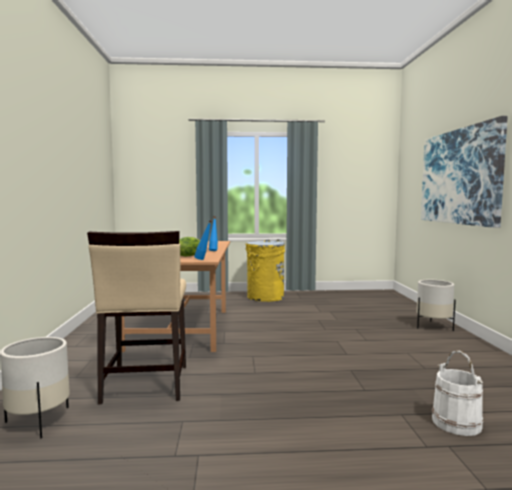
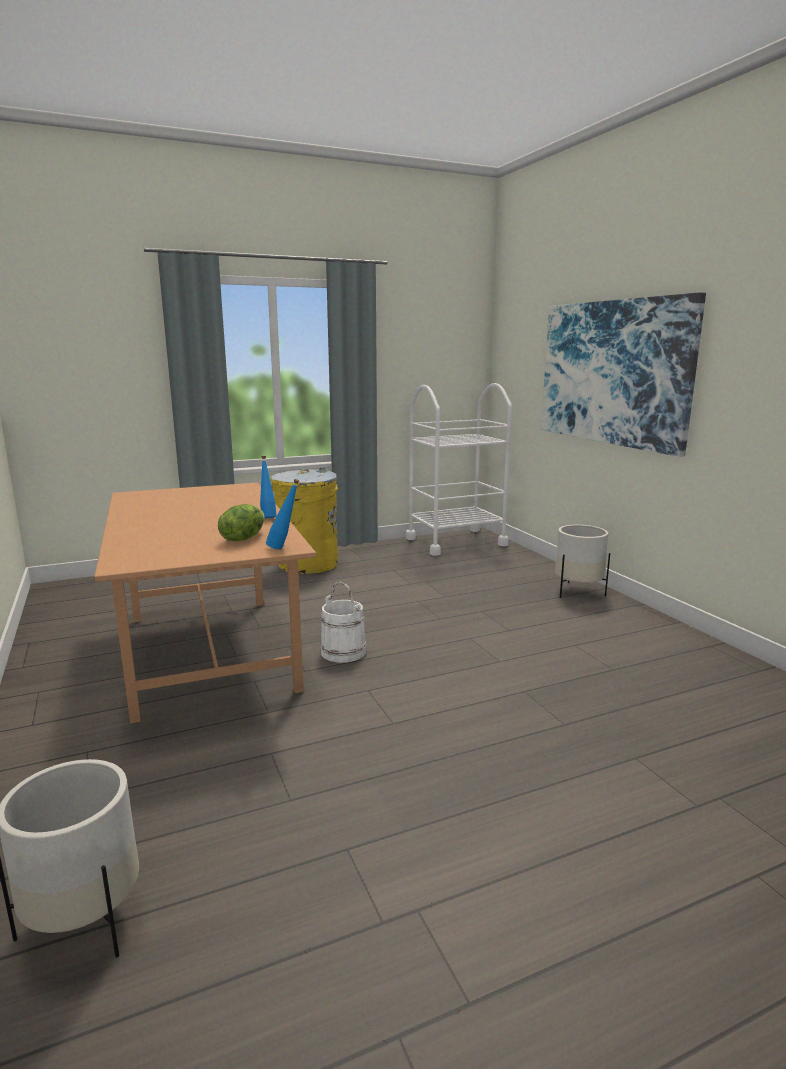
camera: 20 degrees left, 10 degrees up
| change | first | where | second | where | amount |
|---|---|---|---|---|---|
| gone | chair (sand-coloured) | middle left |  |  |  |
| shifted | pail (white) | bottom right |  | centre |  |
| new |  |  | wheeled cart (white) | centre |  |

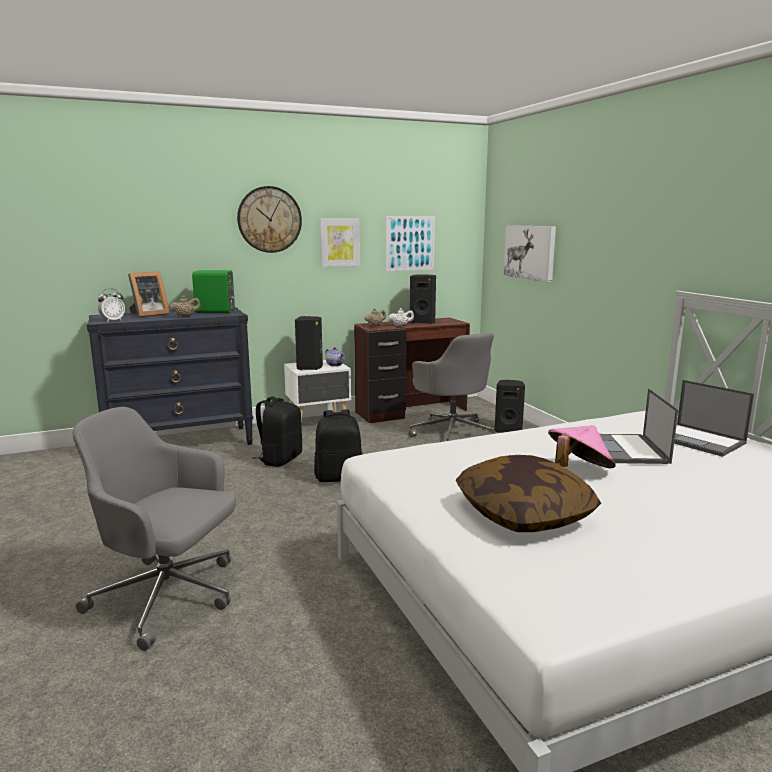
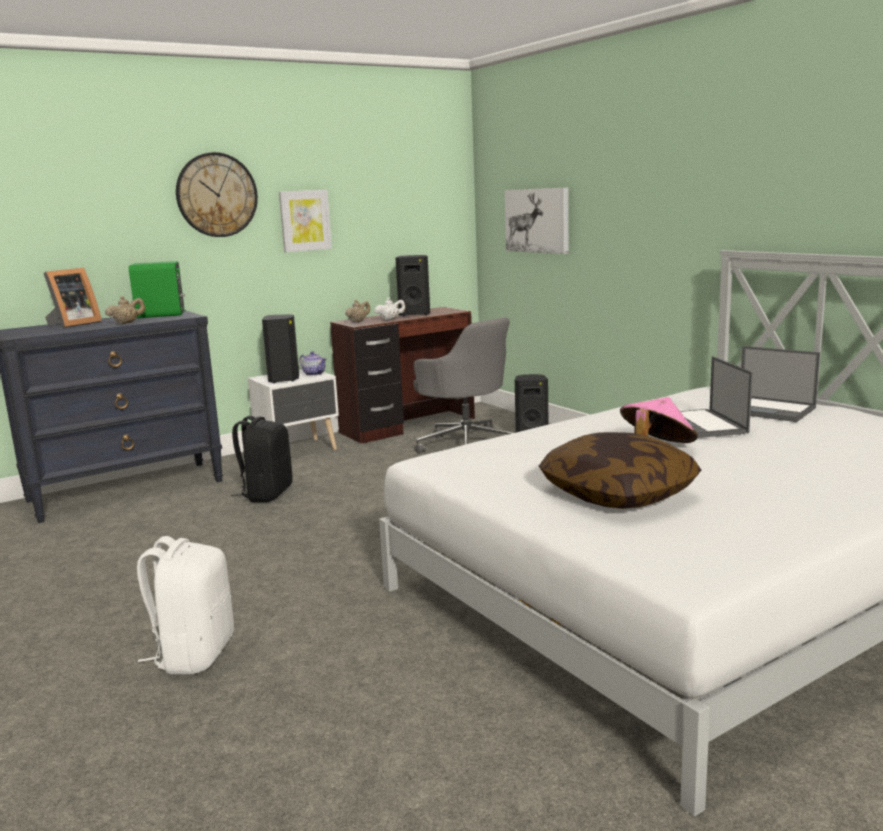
camera: 10 degrees left, 0 degrees up
| change | first | where | second | where | amount |
|---|---|---|---|---|---|
| gone | picture (no. 2 from left) | top centre |  |  |  |
| gone | table clock | middle left |  |  |  |
| swapped | desk chair (greyish) (no. 1 from left) | bottom left | rucksack (white) | bottom left |  |
| gone | rucksack (black) (no. 2 from left) | centre |  |  |  |

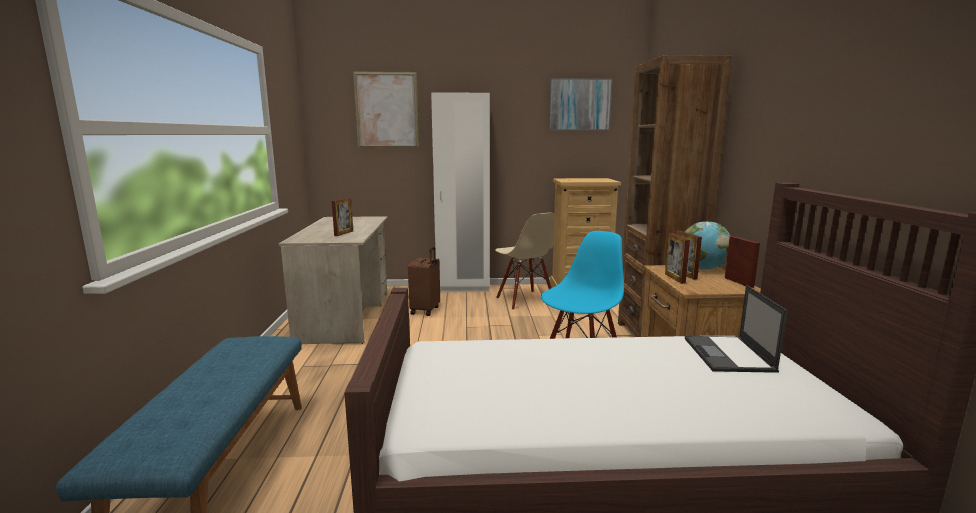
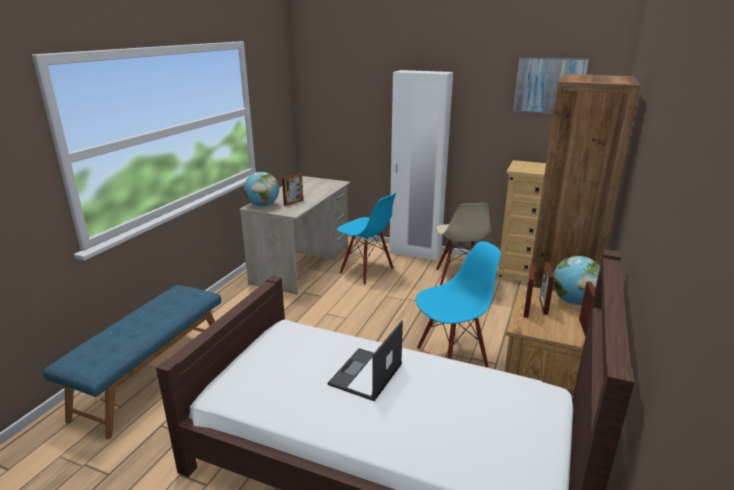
camera: 25 degrees right, 10 degrees up
| change | first | where | second | where | amount |
|---|---|---|---|---|---|
| gone | picture (no. 1 from left) | top centre |  |  |  |
| swapped | suitcase (brownish) | centre | chair (blue) (no. 1 from left) | centre |  |
| shifted | laptop | middle right |  | bottom centre |  |
| new |  |  | world globe (no. 1 from left) | centre |  |

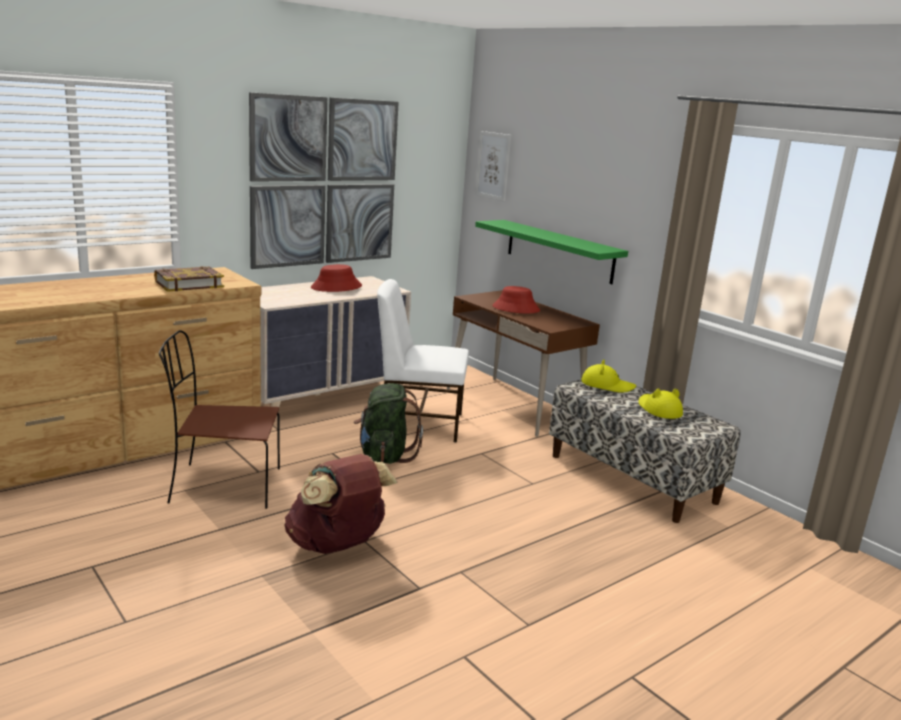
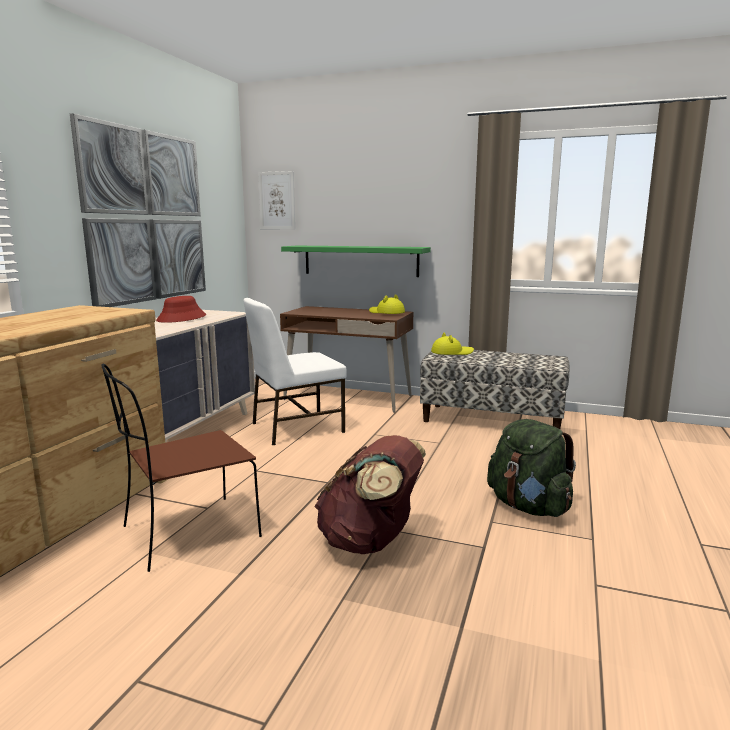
camera: 30 degrees left, 5 degrees down
| change | first | where | second | where | amount |
|---|---|---|---|---|---|
| gone | book | middle left |  |  |  |
| gone | wearable hat (red) (no. 2 from left) | centre |  |  |  |
| shifted | rucksack (green-coloured) | centre |  | middle right |  |
| shifted | wearable hat (yellow) (no. 2 from left in the first image) | middle right | wearable hat (yellow) (no. 1 from left) | centre |  |

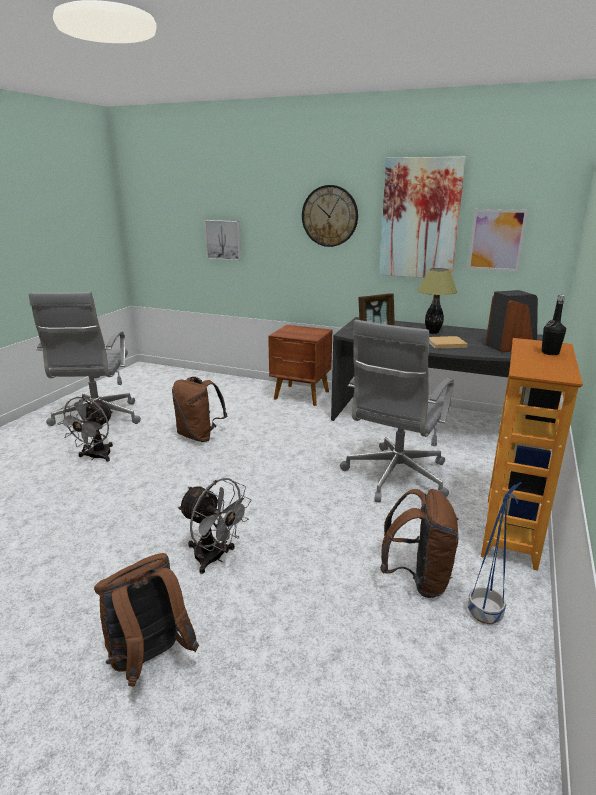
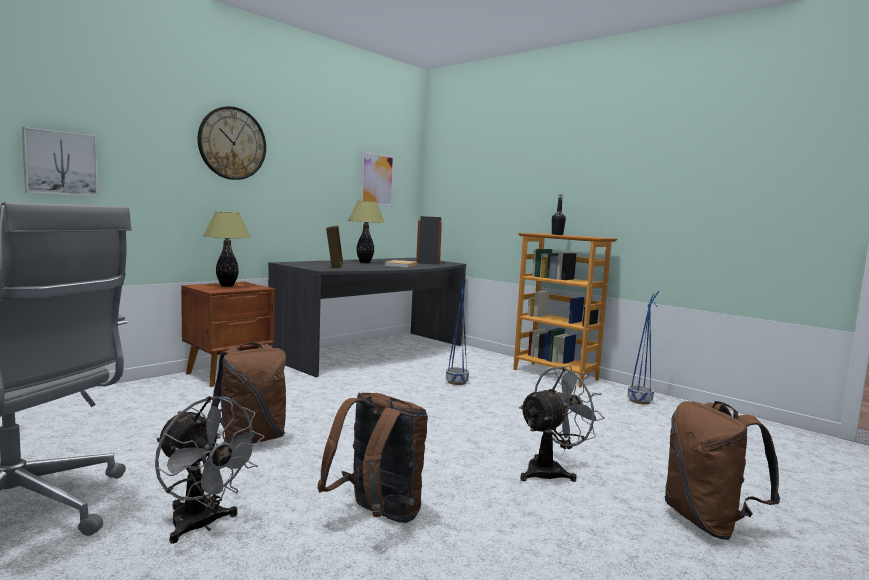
camera: 70 degrees left, 15 degrees down
| change | first | where | second | where | amount |
|---|---|---|---|---|---|
| gone | picture (no. 2 from left) | top right |  |  |  |
| swapped | desk chair (greyish) (no. 2 from left) | centre | planter (blue) (no. 1 from left) | centre |  |
| shifted | rucksack (brownish) (no. 3 from left in the first image) | bottom right | rucksack (brownish) (no. 2 from left) | bottom centre |  |
| new |  |  | lamp for a table (no. 1 from left) | middle left |  |

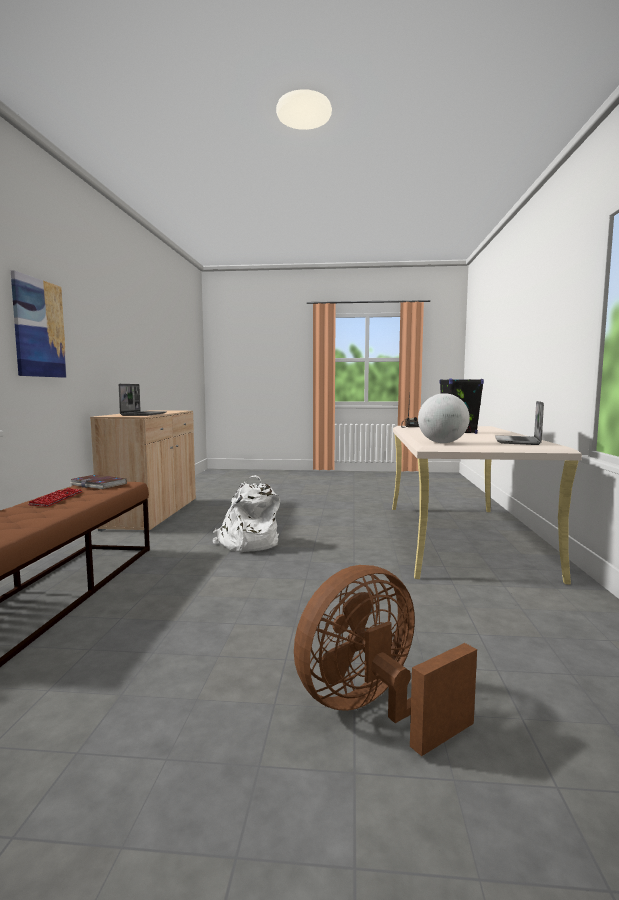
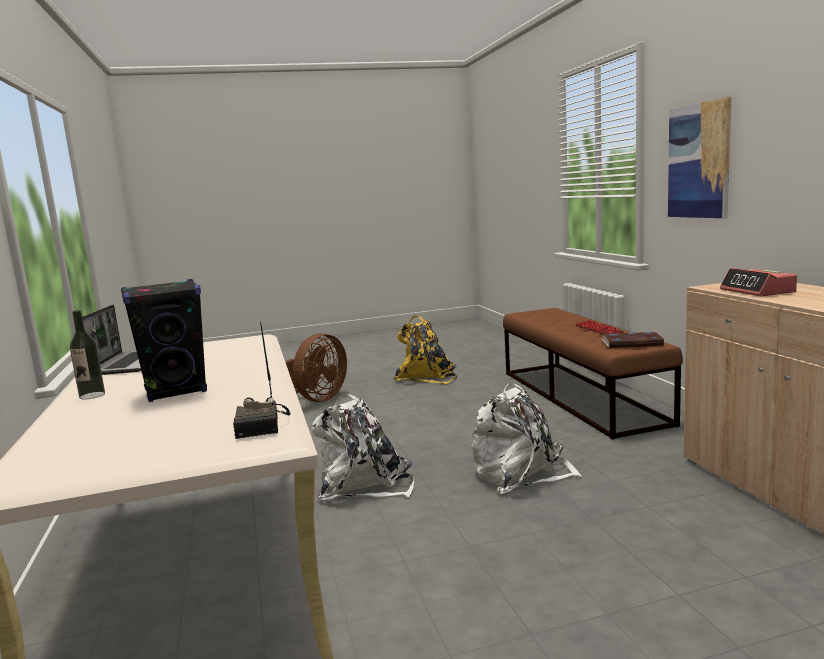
camera: 160 degrees right, 5 degrees up
| change | first | where | second | where | amount |
|---|---|---|---|---|---|
| swapped | laptop (no. 1 from left) | middle left | table clock | middle right |  |
| gone | world globe | middle right |  |  |  |
| new |  |  | bottle | middle left |  |
| new |  |  | rucksack (yellow) | centre |  |
| new |  |  | rucksack (white) (no. 1 from left) | bottom centre |  |

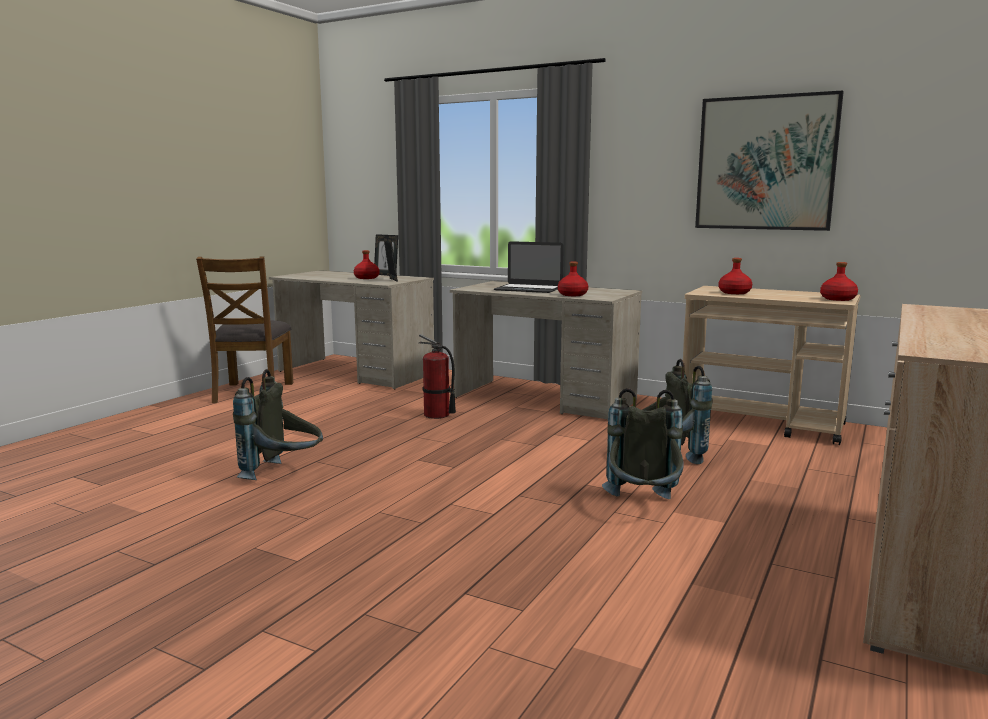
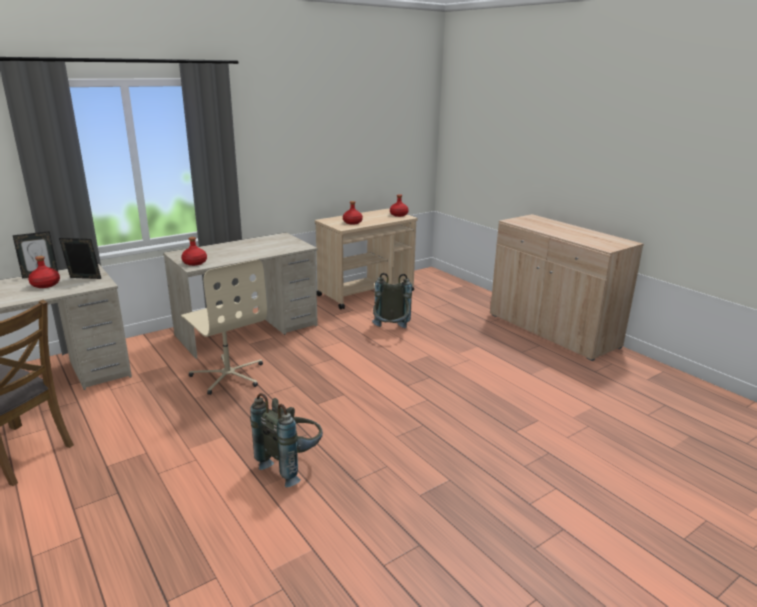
camera: 65 degrees left, 10 degrees up
| change | first | where | second | where | amount |
|---|---|---|---|---|---|
| gone | picture | top right |  |  |  |
| gone | laptop | centre |  |  |  |
| shifted | bottle (red) (no. 2 from left) | centre |  | middle left |  |
| swapped | fire extinguisher | centre | desk chair (sand-coloured) | middle left |  |
| gone | rucksack (greyish) (no. 2 from left) | centre |  |  |  |

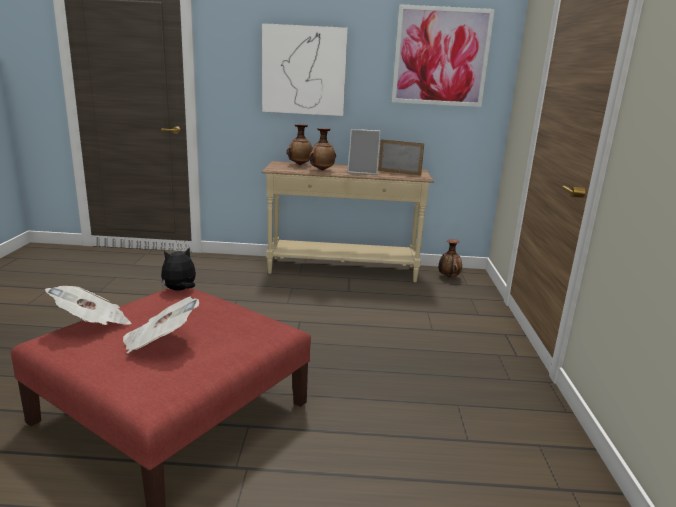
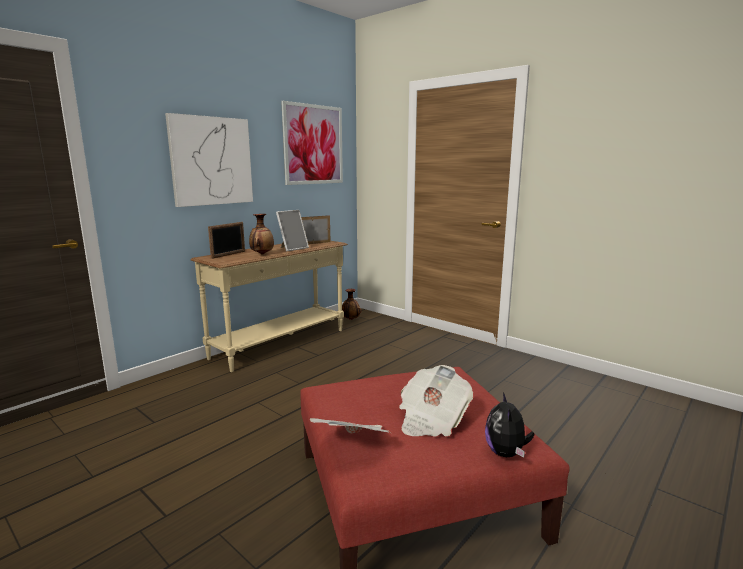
camera: 50 degrees left, 5 degrees down
| change | first | where | second | where | amount |
|---|---|---|---|---|---|
| swapped | vase (no. 1 from left) | top centre | standing frame (no. 1 from left) | middle left |  |
| shifted | plush toy | middle left |  | bottom right |  |

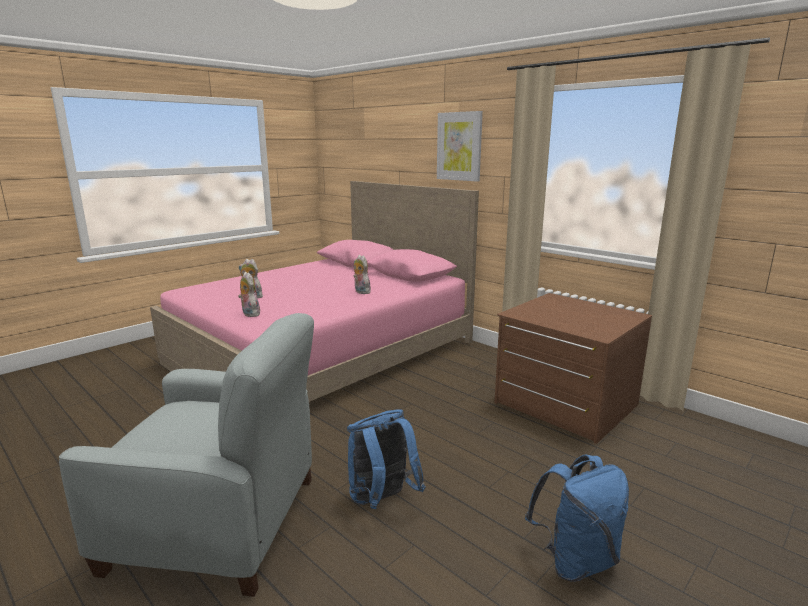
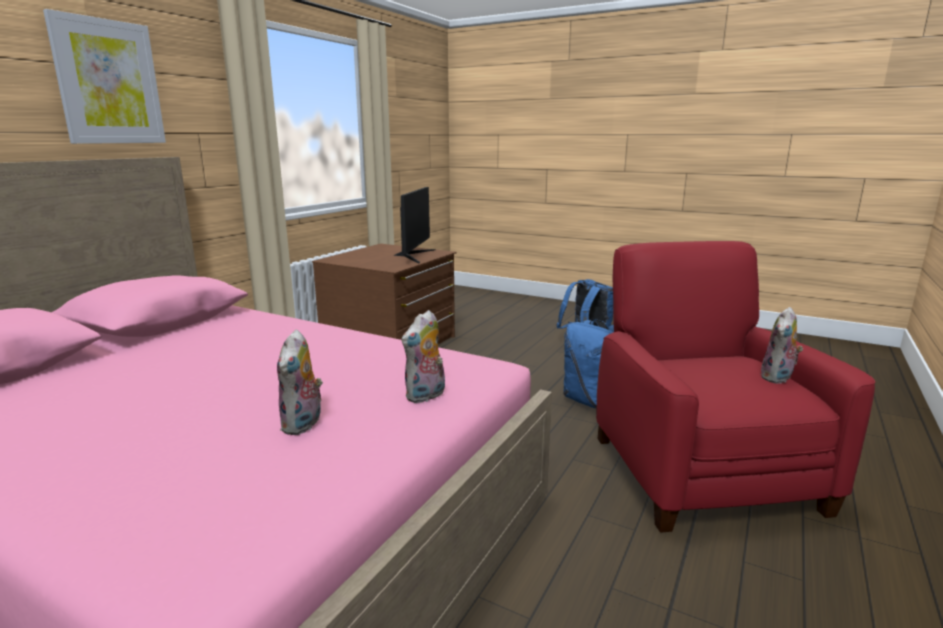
camera: 105 degrees left, 0 degrees up
| change | first | where | second | where | amount |
|---|---|---|---|---|---|
| shifted | plush toy (no. 3 from left) | centre |  | middle right |  |
| repainted | easy chair (greyish) | bottom left | easy chair (red) | middle right |  |
| new |  |  | computer screen | centre |  |

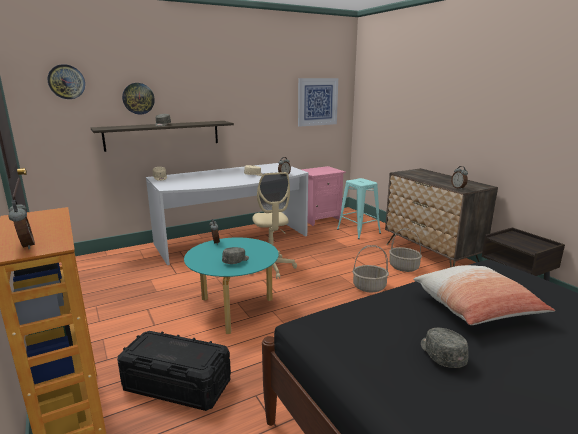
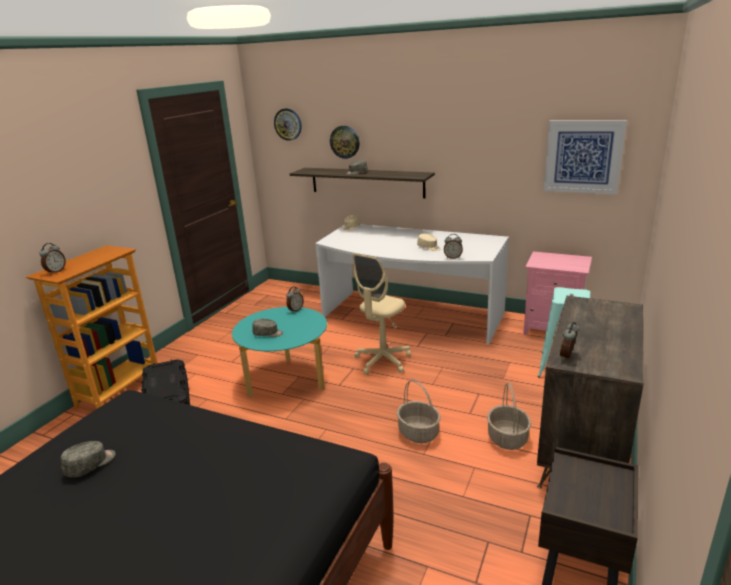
camera: 55 degrees right, 5 degrees up
| change | first | where | second | where | amount |
|---|---|---|---|---|---|
| gone | throw pillow | bottom right |  |  |  |

